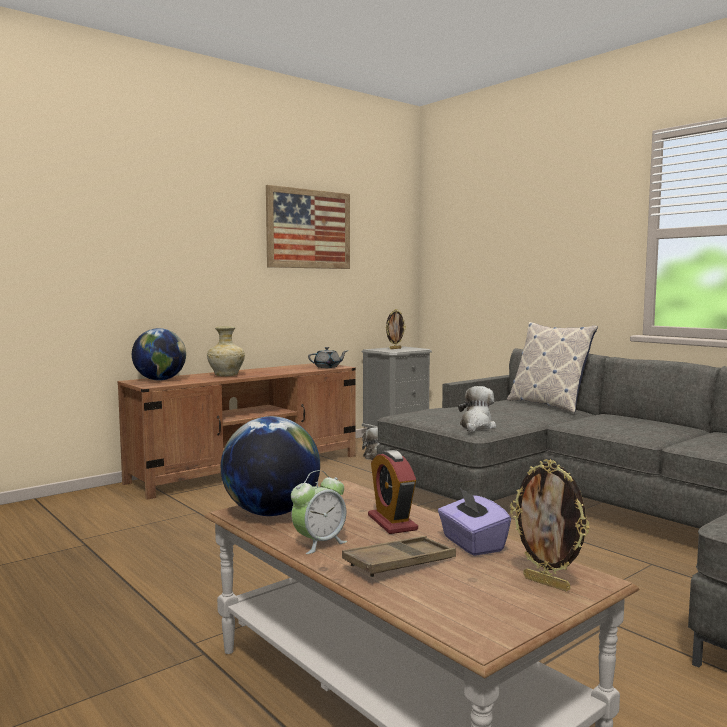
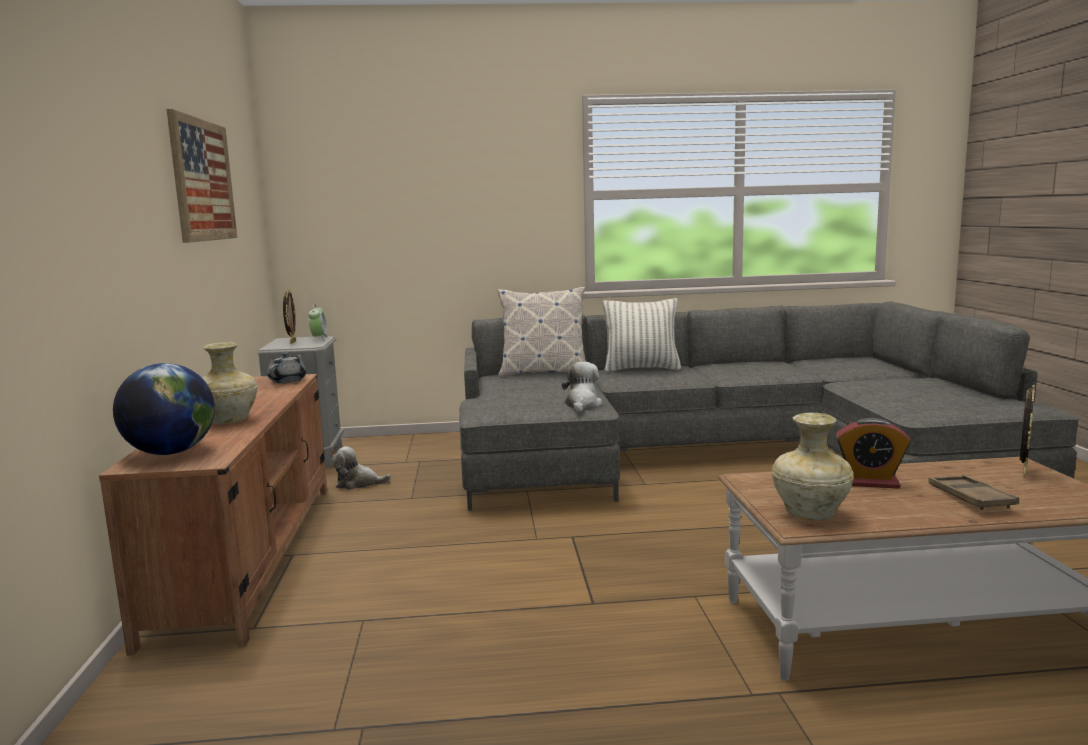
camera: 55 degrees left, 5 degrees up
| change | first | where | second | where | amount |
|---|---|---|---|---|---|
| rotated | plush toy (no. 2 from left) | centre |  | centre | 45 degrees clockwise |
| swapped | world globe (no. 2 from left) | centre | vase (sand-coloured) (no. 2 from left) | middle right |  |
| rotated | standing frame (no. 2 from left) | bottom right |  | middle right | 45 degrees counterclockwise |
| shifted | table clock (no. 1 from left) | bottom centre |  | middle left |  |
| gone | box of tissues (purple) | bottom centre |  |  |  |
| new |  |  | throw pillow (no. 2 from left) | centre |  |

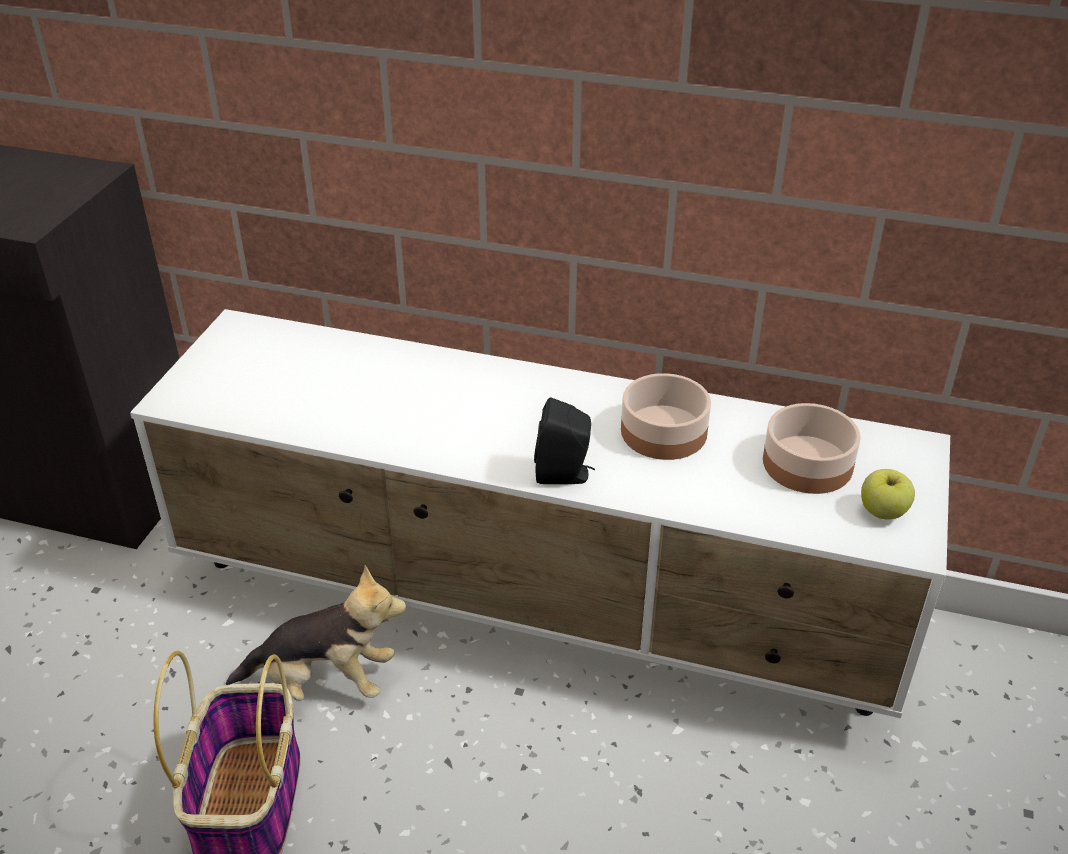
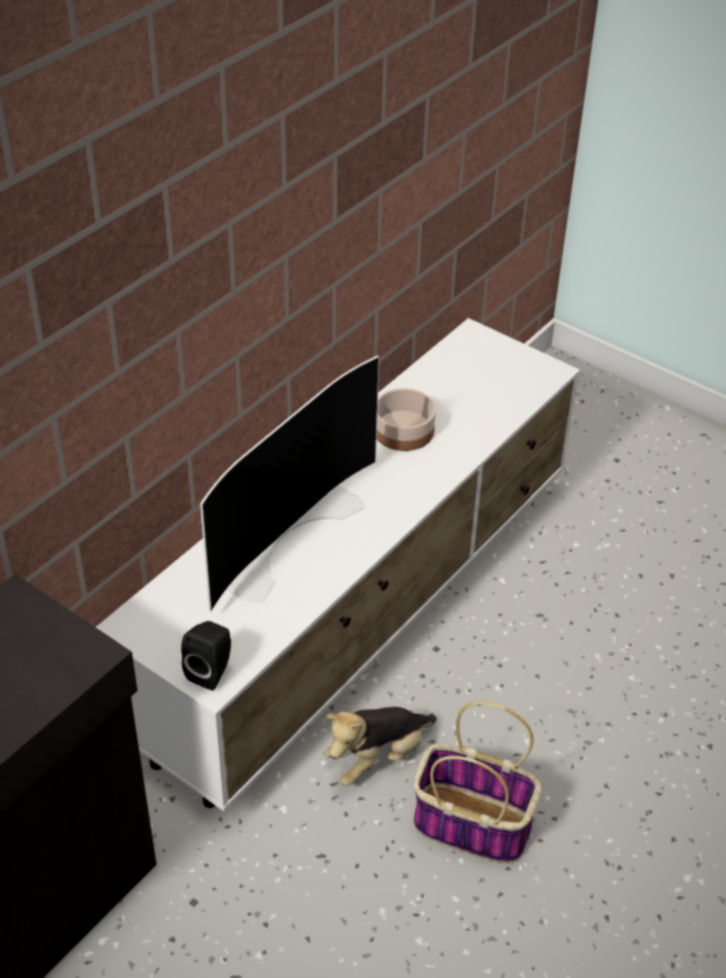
camera: 70 degrees left, 5 degrees up
| change | first | where | second | where | amount |
|---|---|---|---|---|---|
| shifted | loudspeaker (black) | centre |  | bottom left |  |
| gone | serving bowl (no. 2 from left) | middle right |  |  |  |
| gone | apple fruit | middle right |  |  |  |
| rotated | plush toy | bottom left |  | bottom centre | 150 degrees counterclockwise |
| new |  |  | television | centre |  |

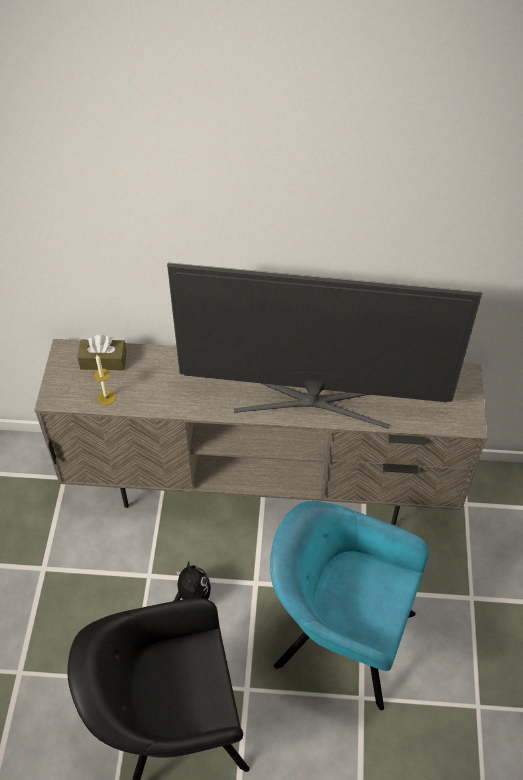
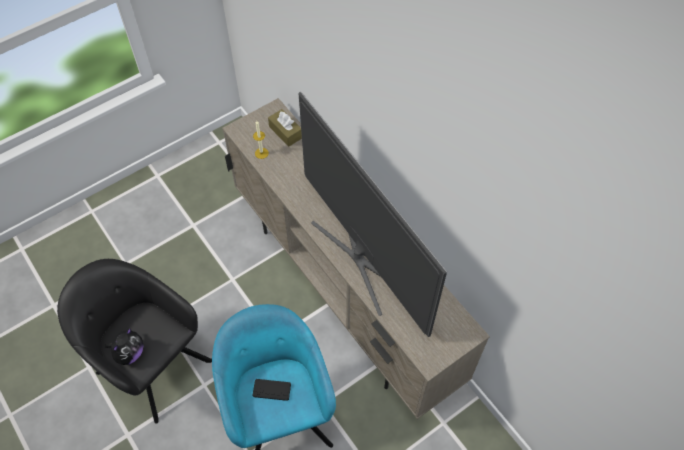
camera: 50 degrees right, 5 degrees up
| change | first | where | second | where | amount |
|---|---|---|---|---|---|
| shifted | plush toy | bottom centre |  | bottom left |  |
| new |  |  | gamepad (black) | bottom centre |  |

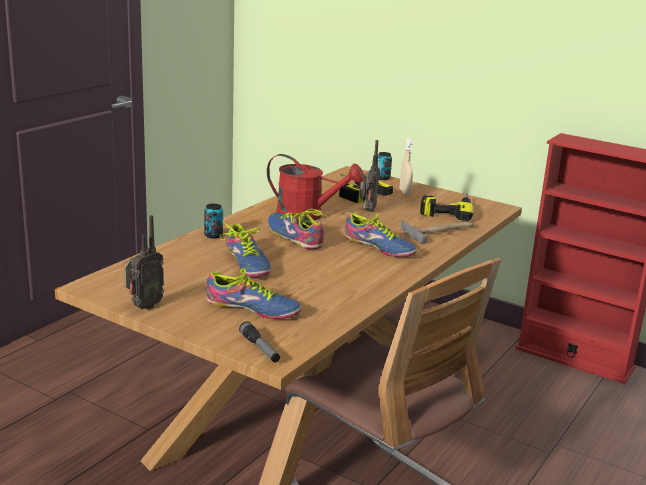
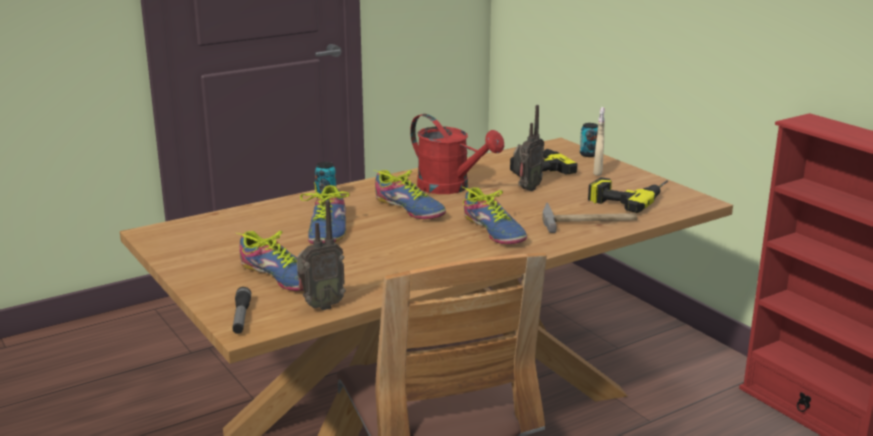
camera: 25 degrees right, 0 degrees up
| change | first | where | second | where | amount |
|---|---|---|---|---|---|
| rotated | shoe (no. 3 from left) | centre |  | centre | 150 degrees clockwise |
| shifted | radio set (no. 1 from left) | middle left |  | centre |  |

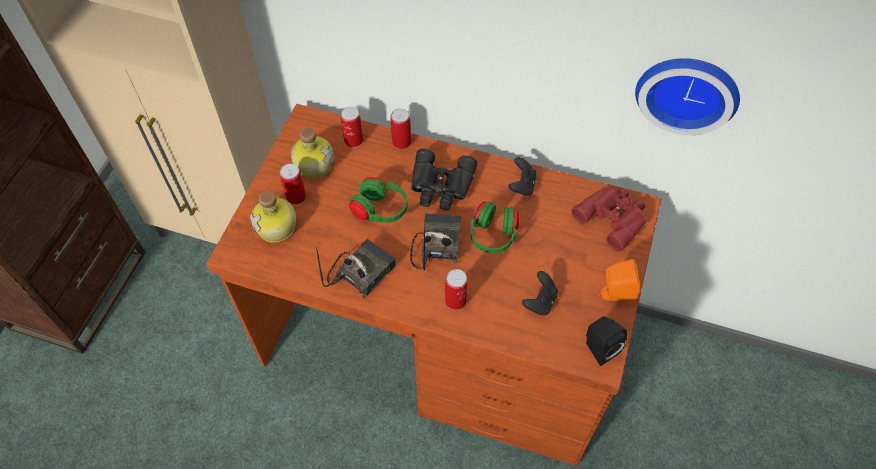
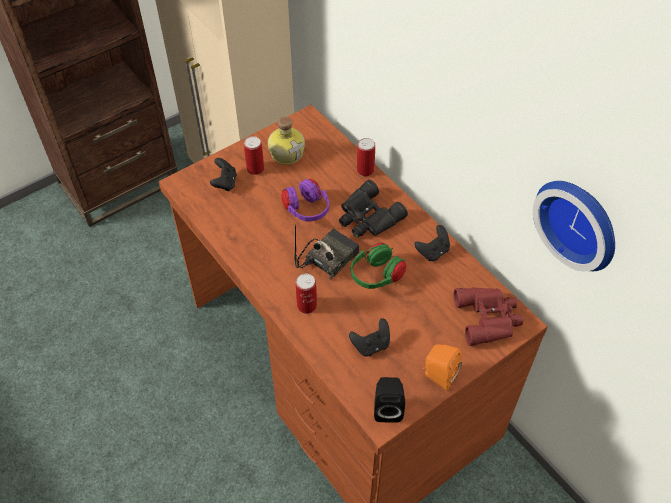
camera: 35 degrees right, 5 degrees down
| change | first | where | second | where | amount |
|---|---|---|---|---|---|
| gone | metal can (no. 2 from left) | top centre |  |  |  |
| repainted | headset (green-coloured) (no. 1 from left) | centre | headset (purple) | centre |  |
| swapped | bottle (no. 1 from left) | middle left | gamepad (black) (no. 1 from left) | middle left |  |
| gone | radio set (no. 1 from left) | centre |  |  |  |

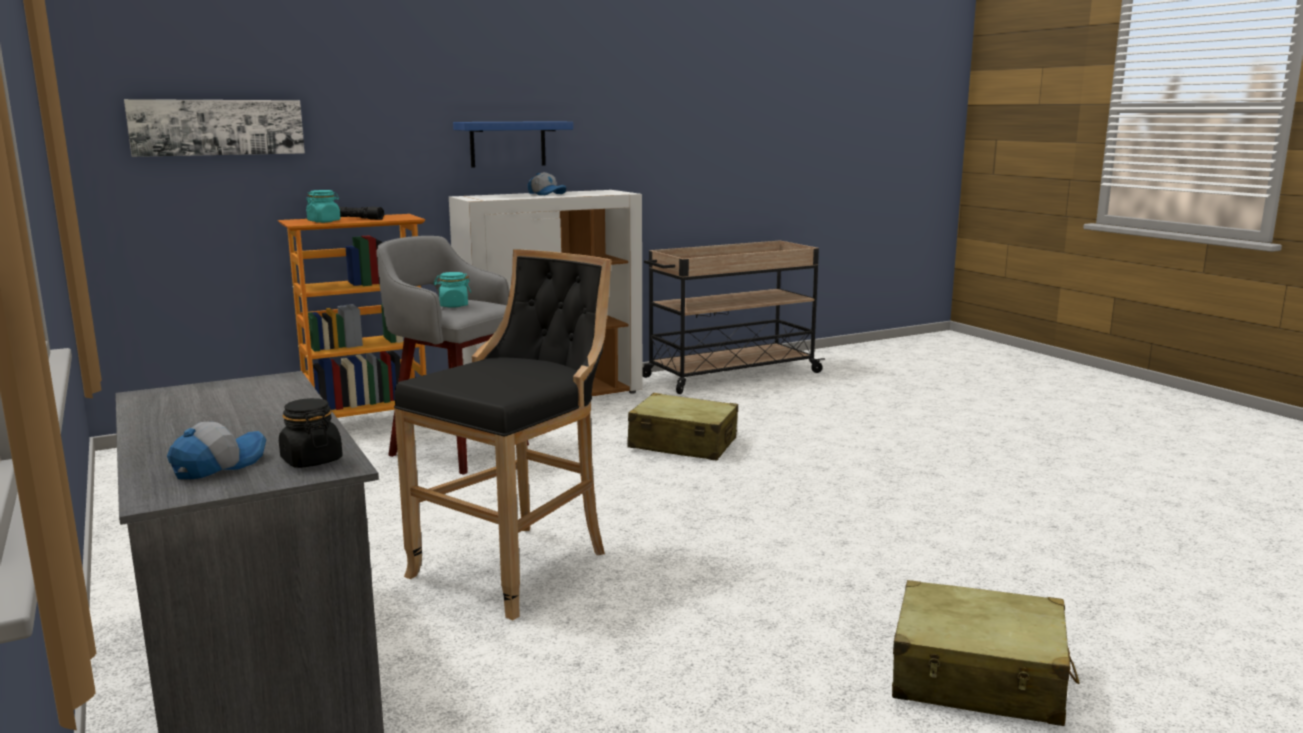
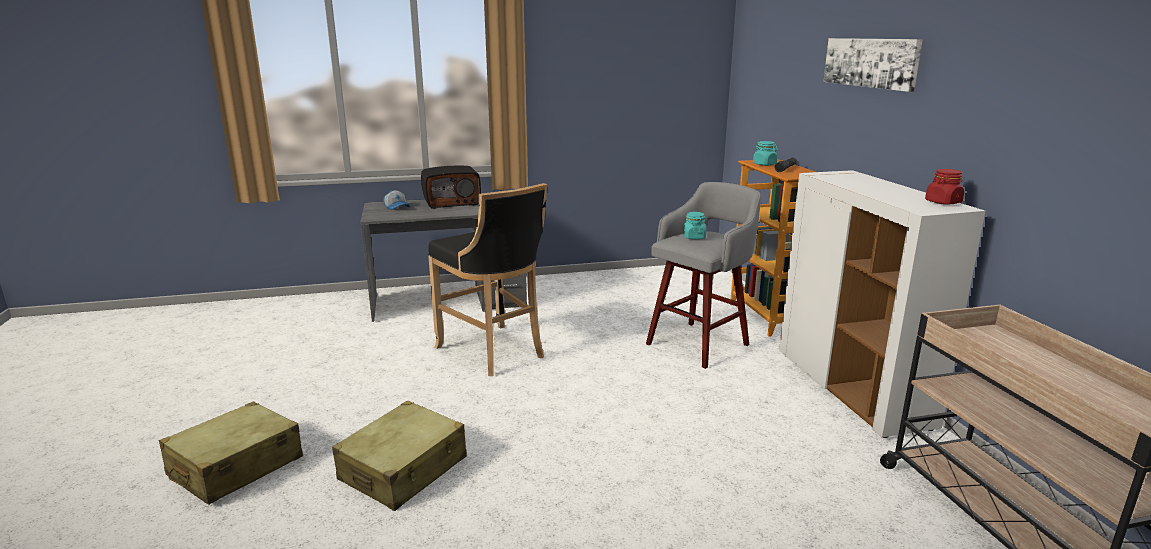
camera: 105 degrees right, 5 degrees up
| change | first | where | second | where | amount |
|---|---|---|---|---|---|
| shifted | picture | top left |  | top right |  |
| gone | wall shelf (blue) | top centre |  |  |  |
| gone | baseball cap (no. 2 from left) | top centre |  |  |  |
| shifted | suitcase (sand-coloured) (no. 1 from left in the first image) | centre | suitcase (sand-coloured) (no. 2 from left) | bottom centre |  |
| gone | storage jar (black) | middle left |  |  |  |
| new |  |  | radio set | centre |  |
| new |  |  | storage jar (red) | middle right |  |

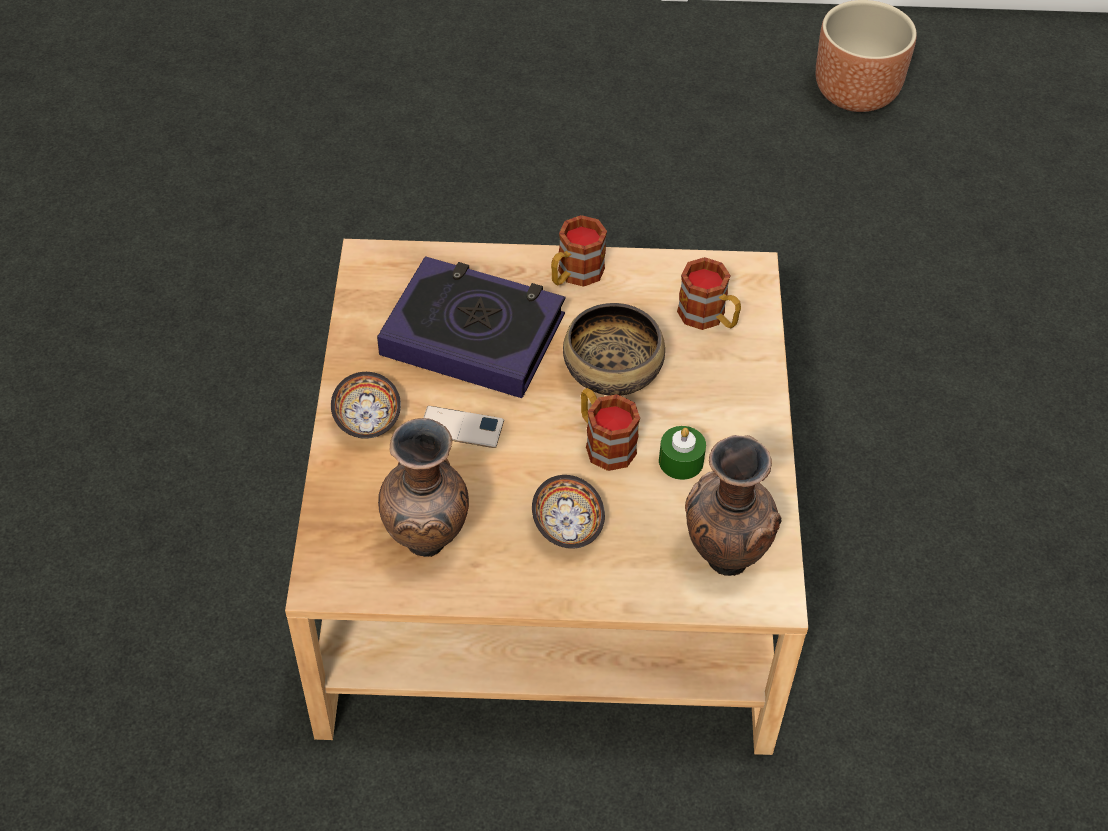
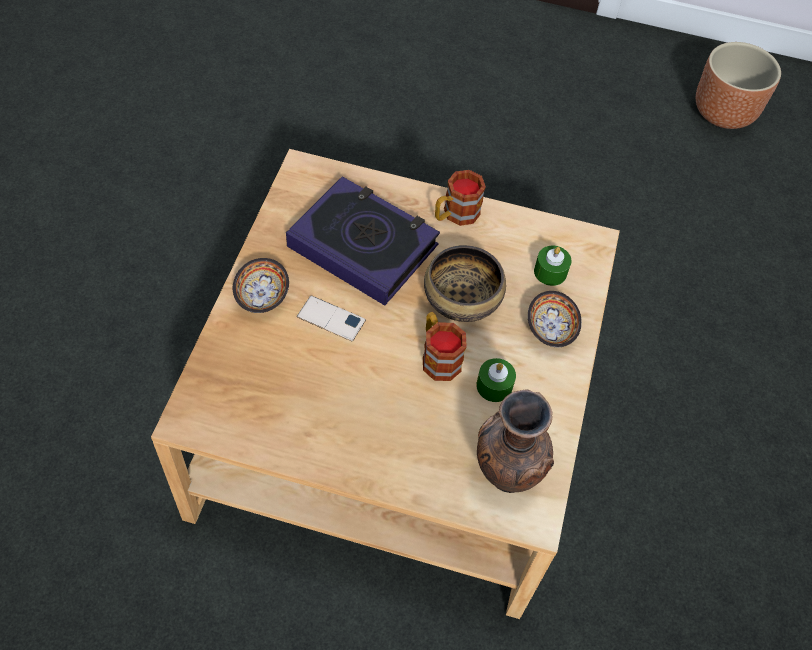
camera: 10 degrees right, 5 degrees up
| change | first | where | second | where | amount |
|---|---|---|---|---|---|
| swapped | coffee mug (no. 3 from left) | centre | wax candle (green-coloured) (no. 2 from left) | middle right |  |
| gone | vase (brownish) (no. 1 from left) | centre |  |  |  |
| shifted | serving bowl (no. 2 from left in the first image) | centre | serving bowl (no. 3 from left) | middle right |  |

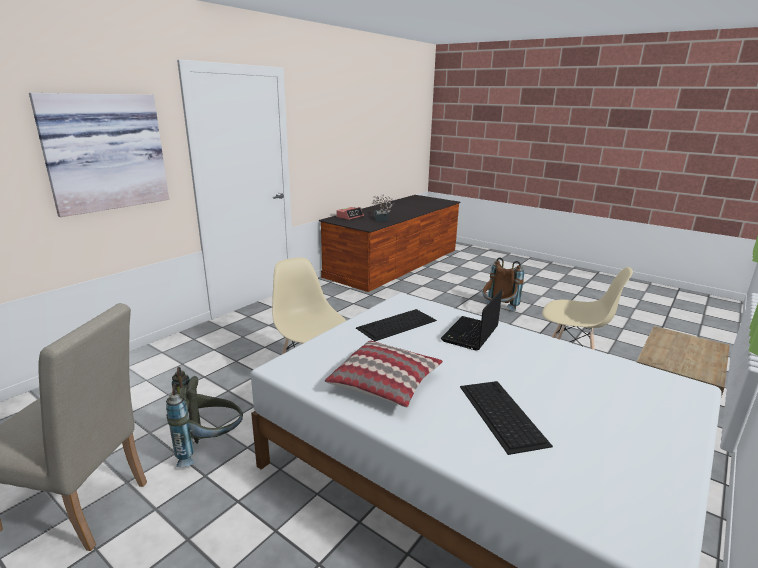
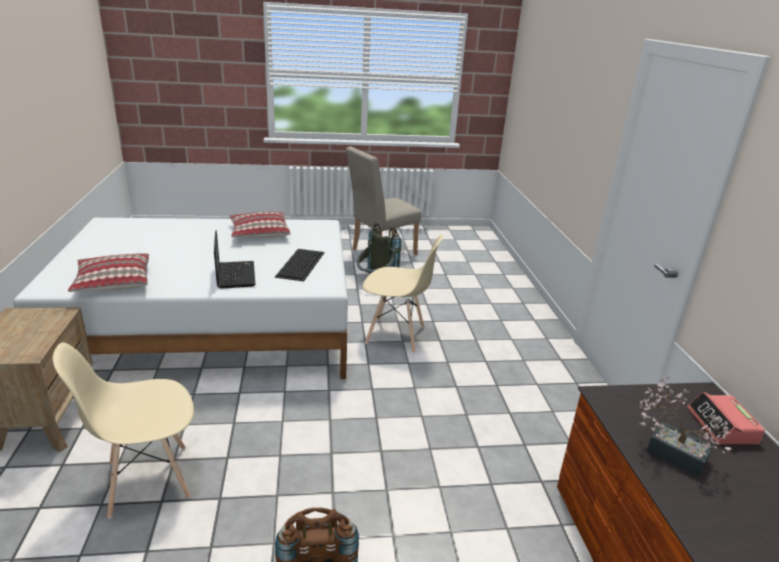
camera: 135 degrees right, 5 degrees up
| change | first | where | second | where | amount |
|---|---|---|---|---|---|
| gone | picture | top left |  |  |  |
| gone | computer keyboard (no. 2 from left) | bottom right |  |  |  |
| new |  |  | throw pillow (no. 1 from left) | middle left |  |

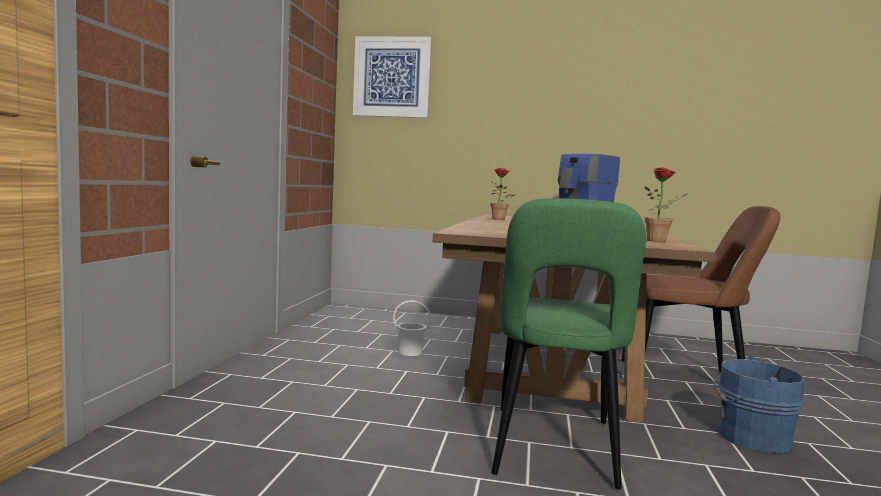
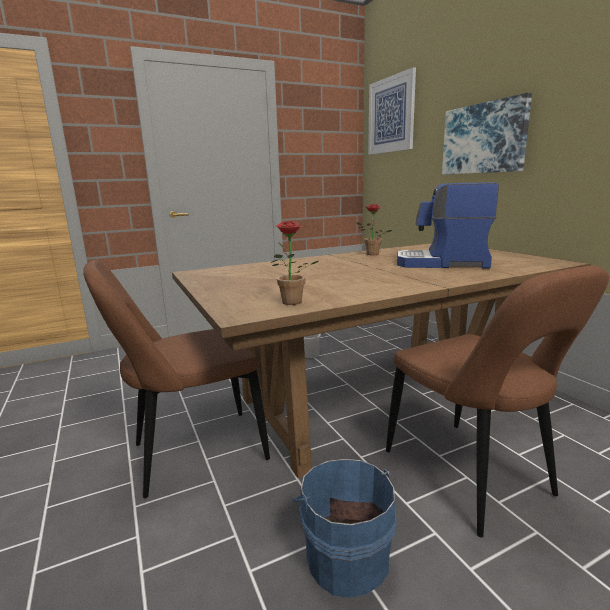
camera: 55 degrees right, 10 degrees up
| change | first | where | second | where | amount |
|---|---|---|---|---|---|
| repainted | chair (green-coloured) | bottom centre | chair (brownish) (no. 1 from left) | middle left |  |
| new |  |  | picture (no. 2 from left) | top right |  |

